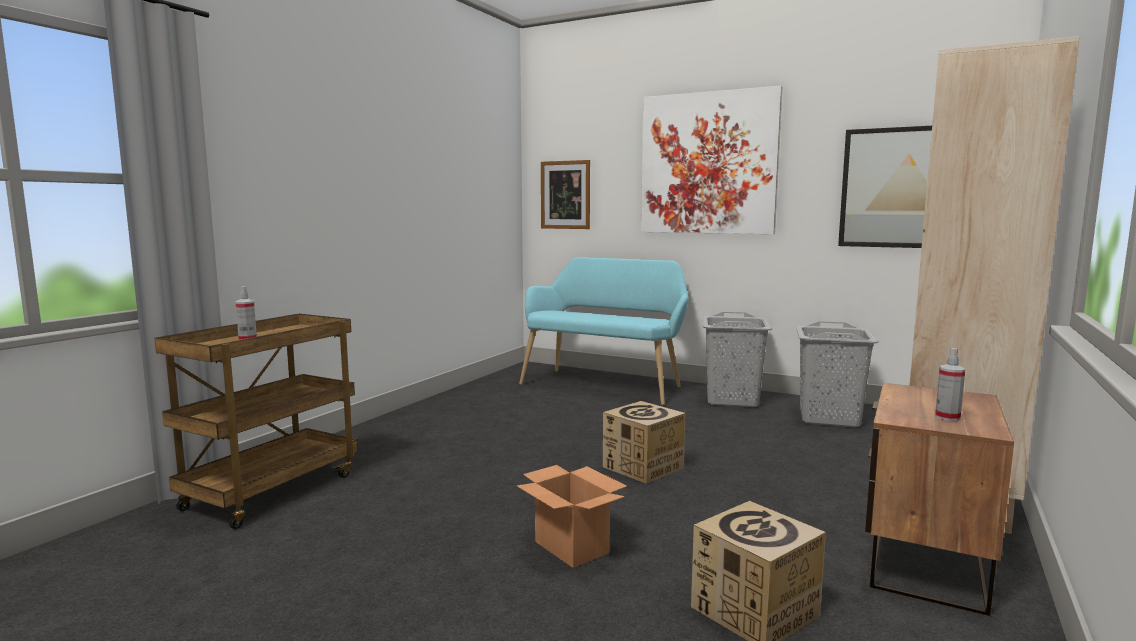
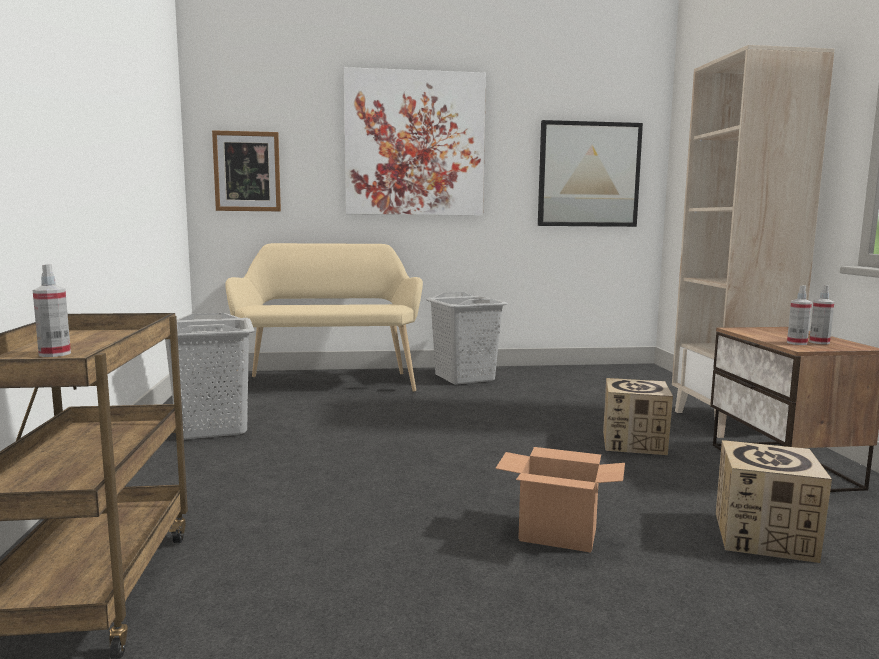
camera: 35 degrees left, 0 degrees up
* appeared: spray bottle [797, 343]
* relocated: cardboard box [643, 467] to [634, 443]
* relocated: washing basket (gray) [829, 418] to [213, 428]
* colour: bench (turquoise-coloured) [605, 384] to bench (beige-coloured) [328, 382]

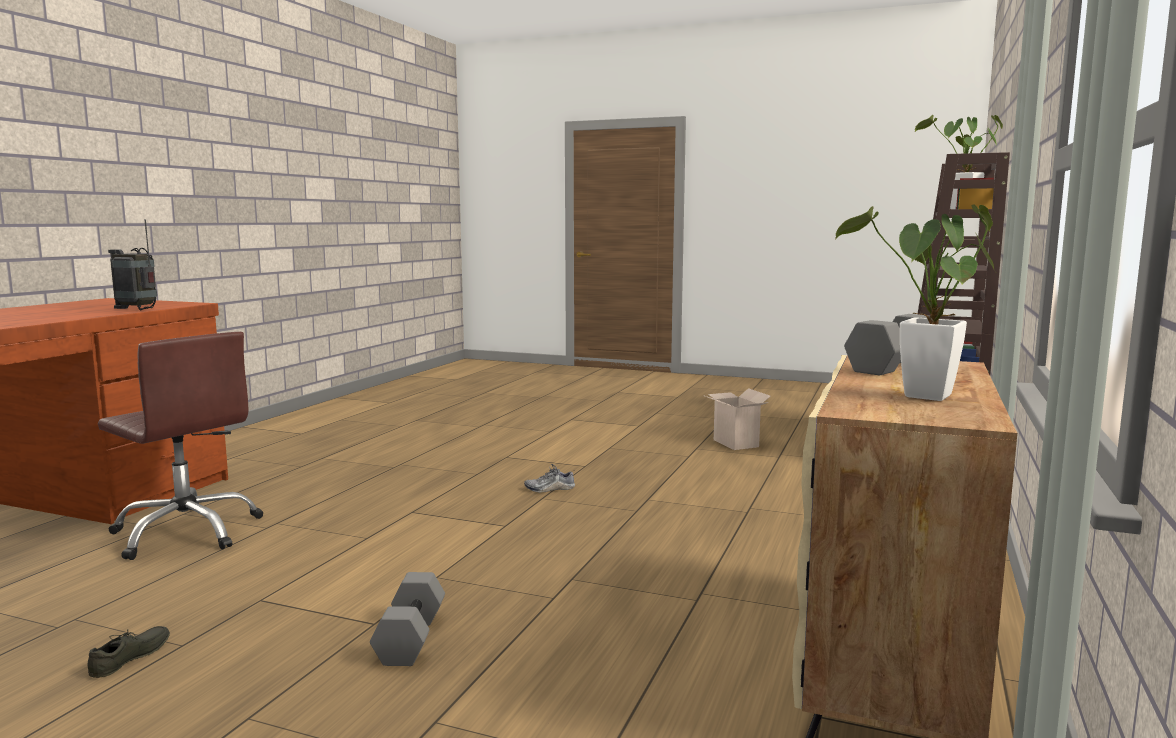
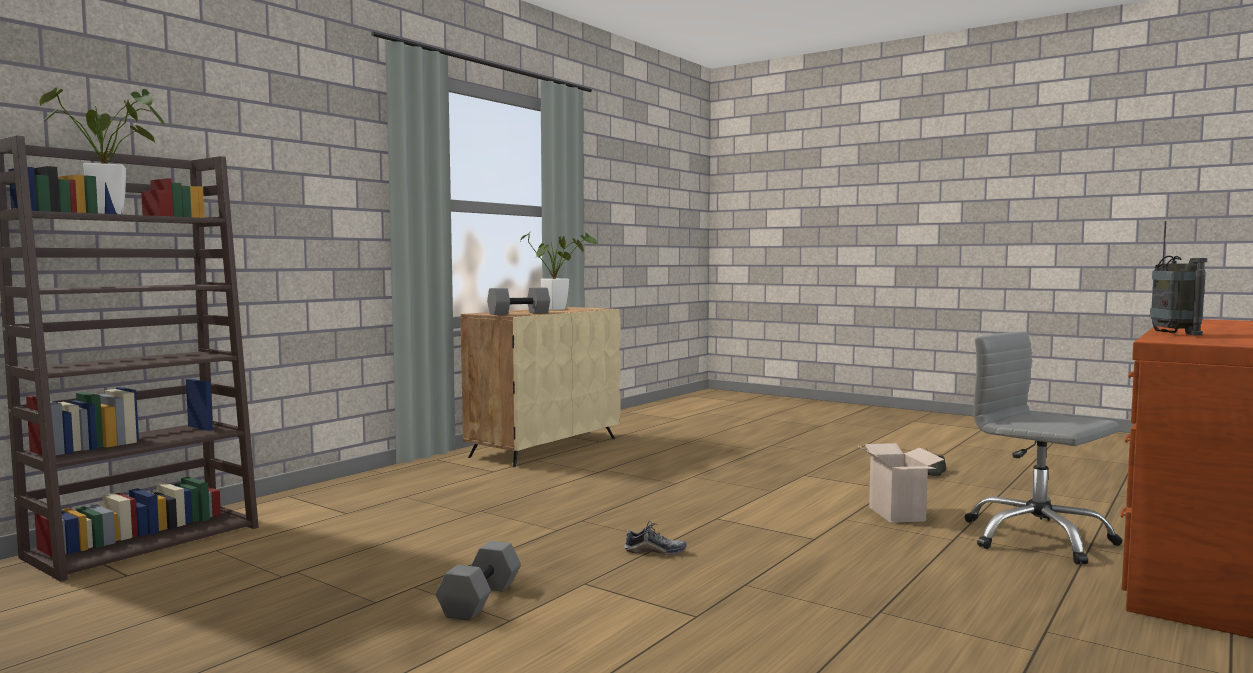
camera: 165 degrees left, 5 degrees down
* relocated: free weight (gray) [409, 638] to [481, 600]
* relocated: cardboard box [734, 443] to [899, 514]
* colour: desk chair (brown) [187, 532] to desk chair (gray) [1036, 538]
* spun: radio [137, 309] = [1174, 334] 60 degrees clockwise

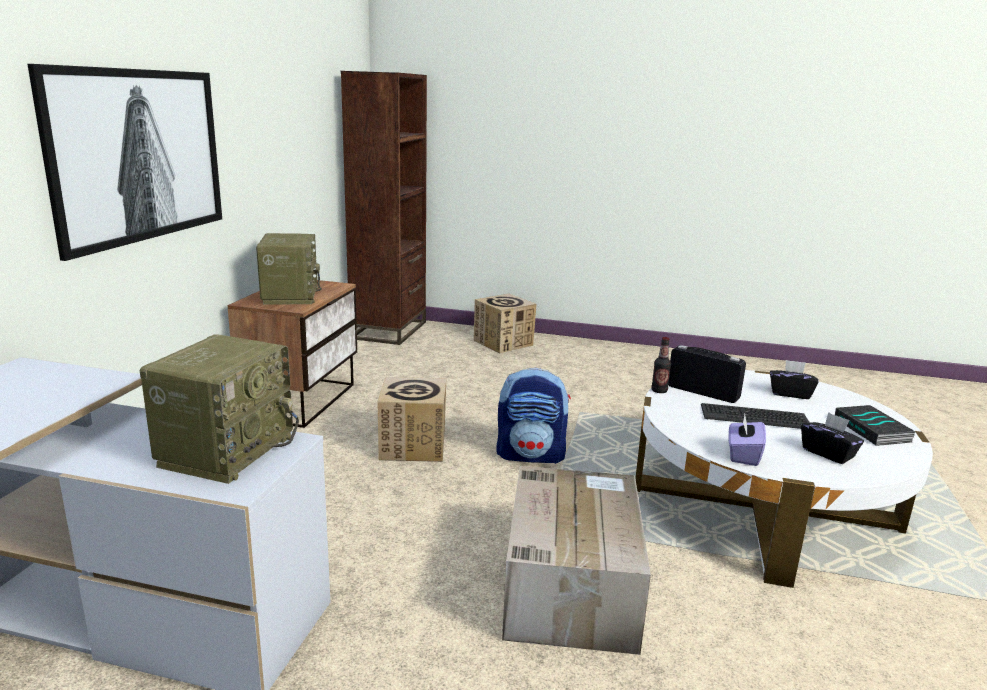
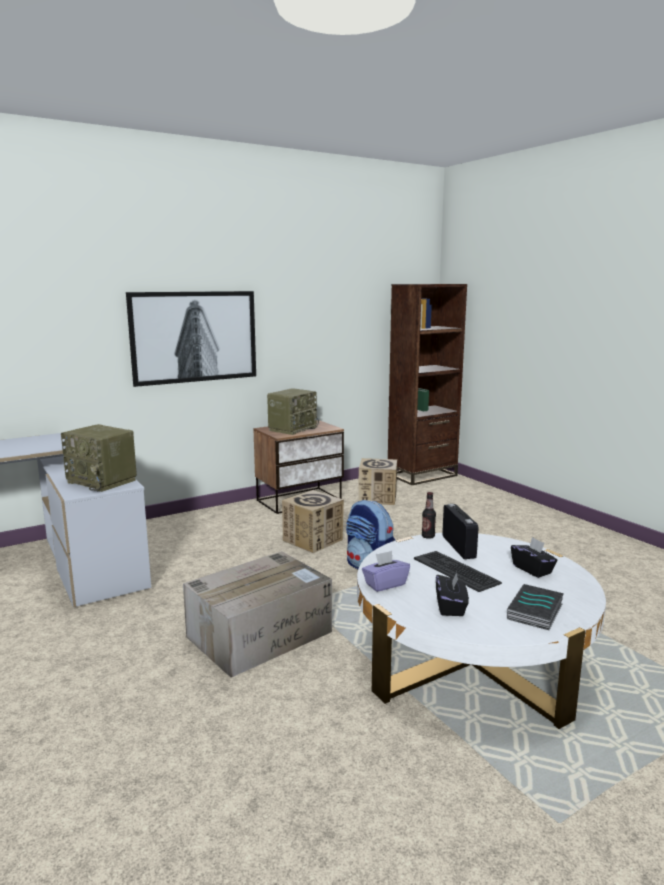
camera: 45 degrees right, 5 degrees down
* relocated: cardboard box [503, 343] to [377, 498]
* spun: radio [227, 450] = [103, 481] 60 degrees clockwise

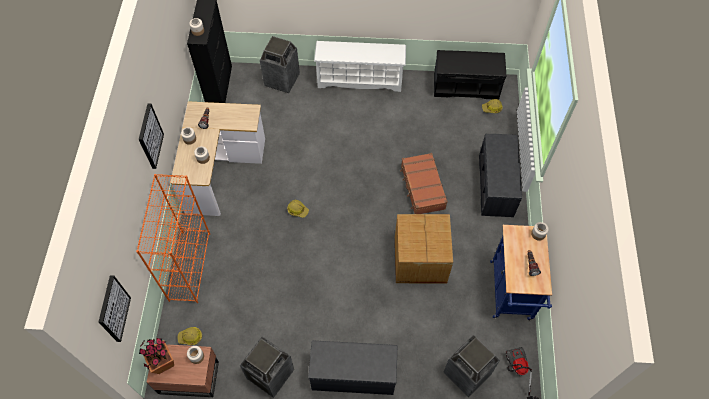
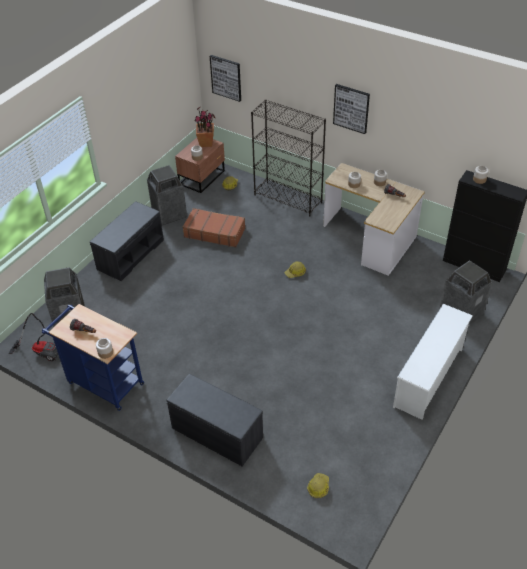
camera: 120 degrees right, 15 degrees down
* missing: cardboard box [419, 260]
* missing: bench (black-coloured) [466, 86]
* relocated: suitcase (brown) [422, 187] to [214, 232]
* colour: bookcase (orange) [189, 266] to bookcase (black-coloured) [288, 198]

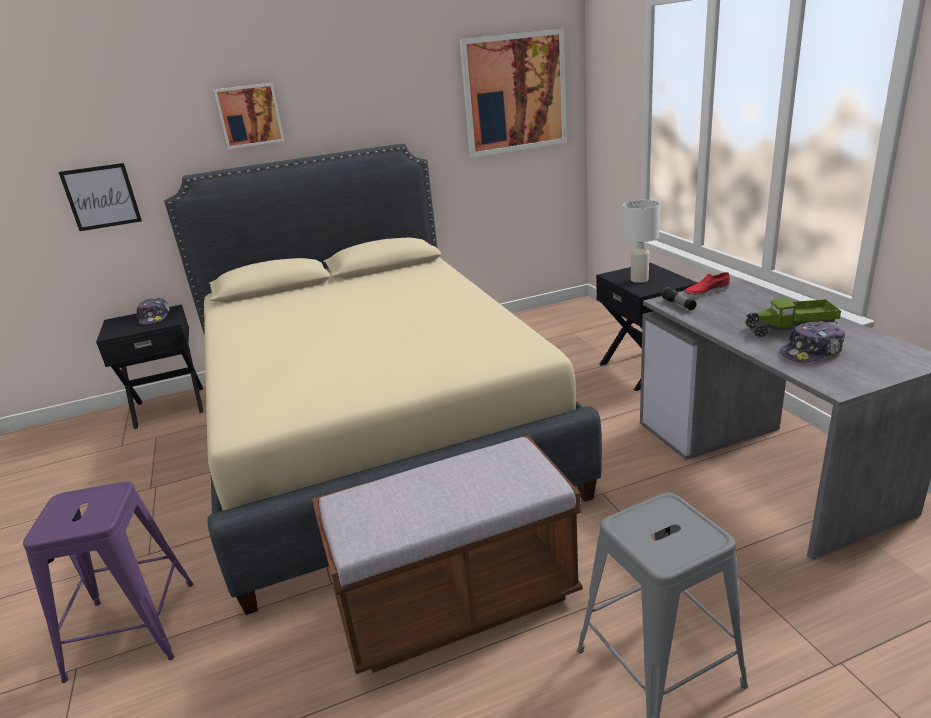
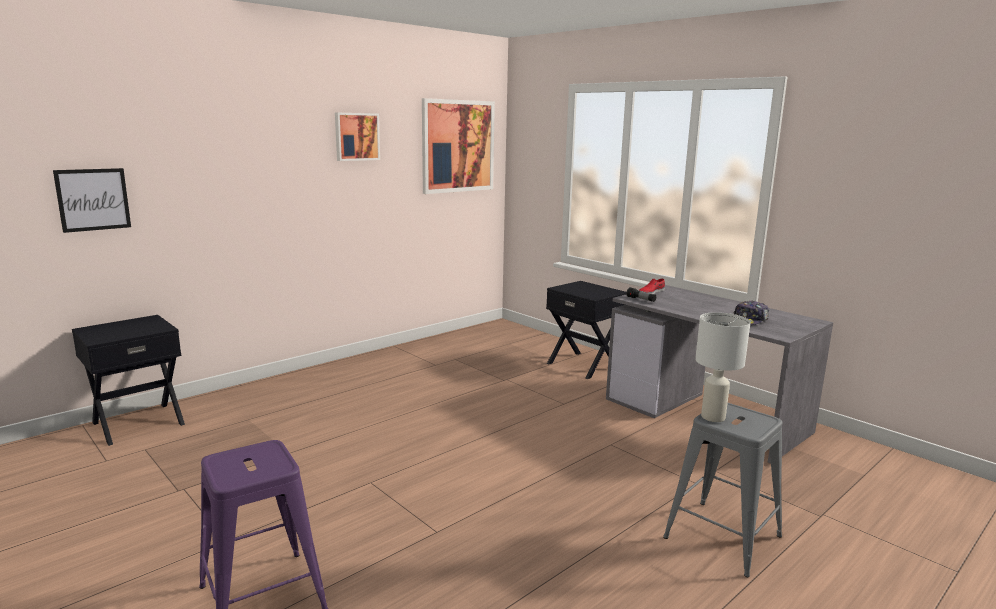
camera: 25 degrees left, 10 degrees down
* missing: peaked cap [155, 317]
* missing: bedroom bed (beige-coloured) [373, 429]
* missing: bench (brown) [456, 601]
* missing: toy lorry [790, 329]
* relocated: wall picture [249, 115] to [356, 136]
* relocated: lamp for a table (whitish) [639, 279] to [713, 417]

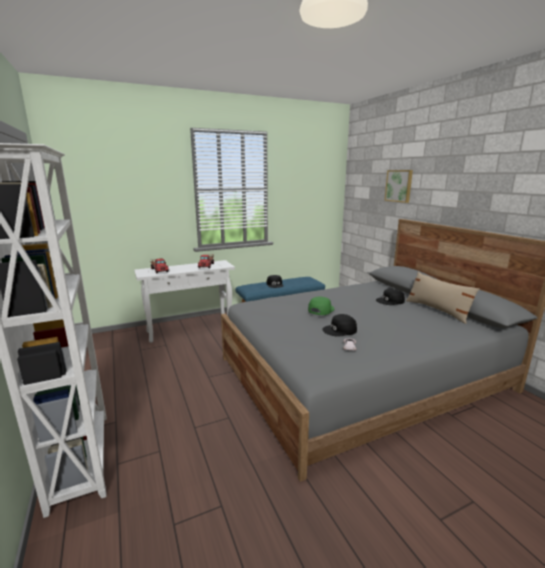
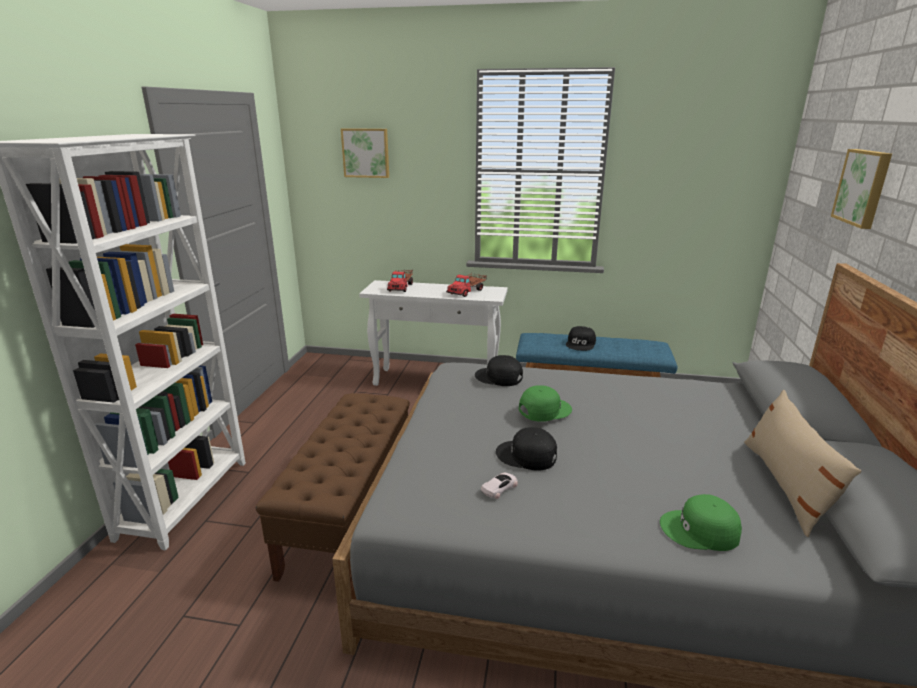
camera: 35 degrees right, 5 degrees up
* appeared: bench (brown) [350, 514]
* appeared: wall picture [366, 153]
* appeared: peaked cap (greenish) [700, 531]
* relocated: peaked cap (black-coloured) [390, 301] to [498, 377]

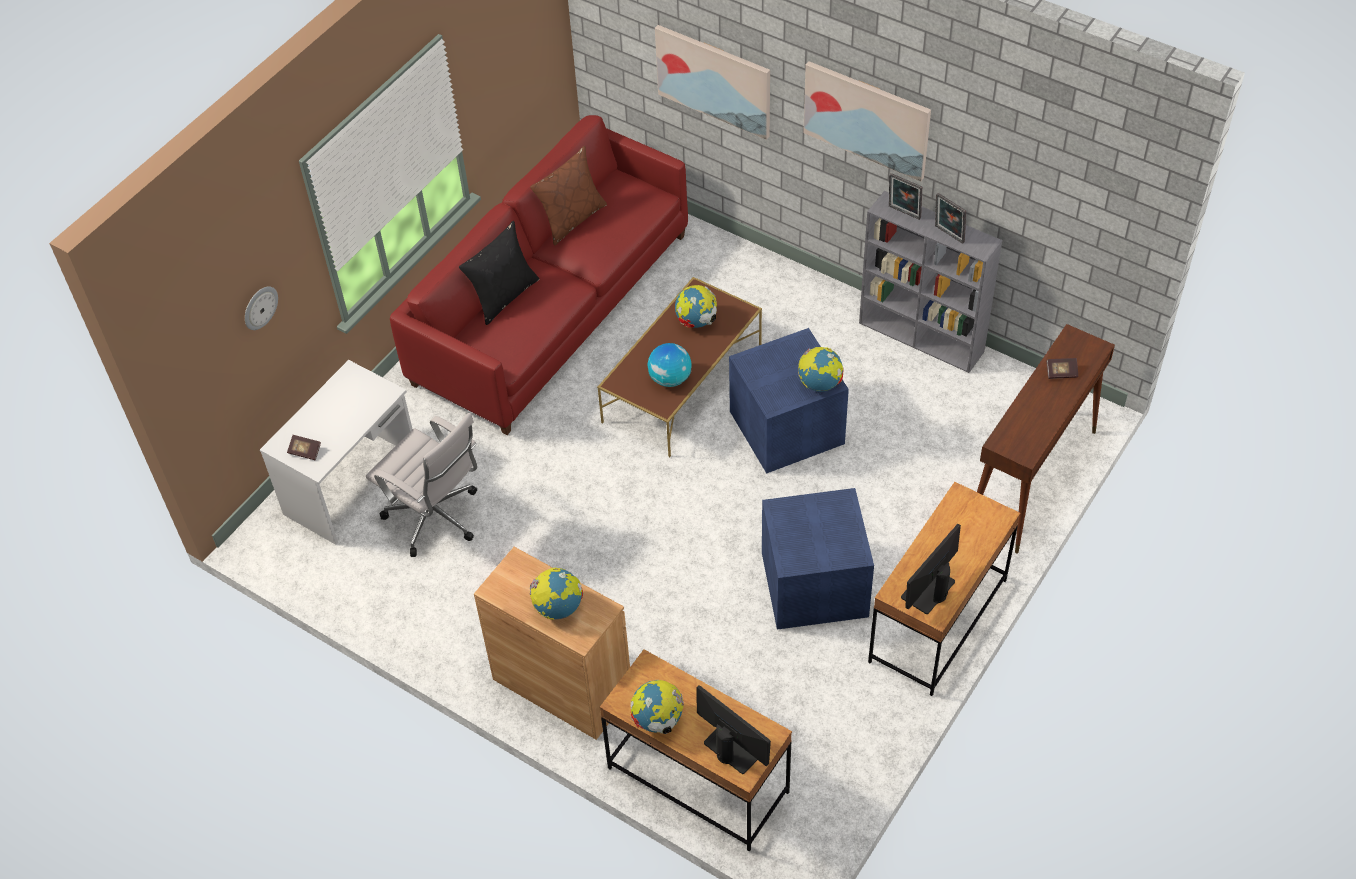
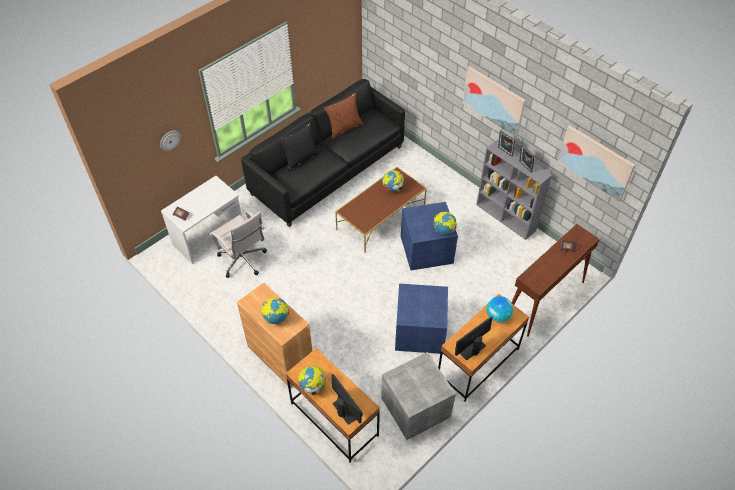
camera: 10 degrees right, 0 degrees up
* appeared: storage bin (gray) [415, 408]
* relocated: desk globe [670, 379] to [498, 316]
* relocated: wall picture [714, 80] to [595, 162]
* colour: sofa (red) [552, 308] to sofa (black-coloured) [328, 170]

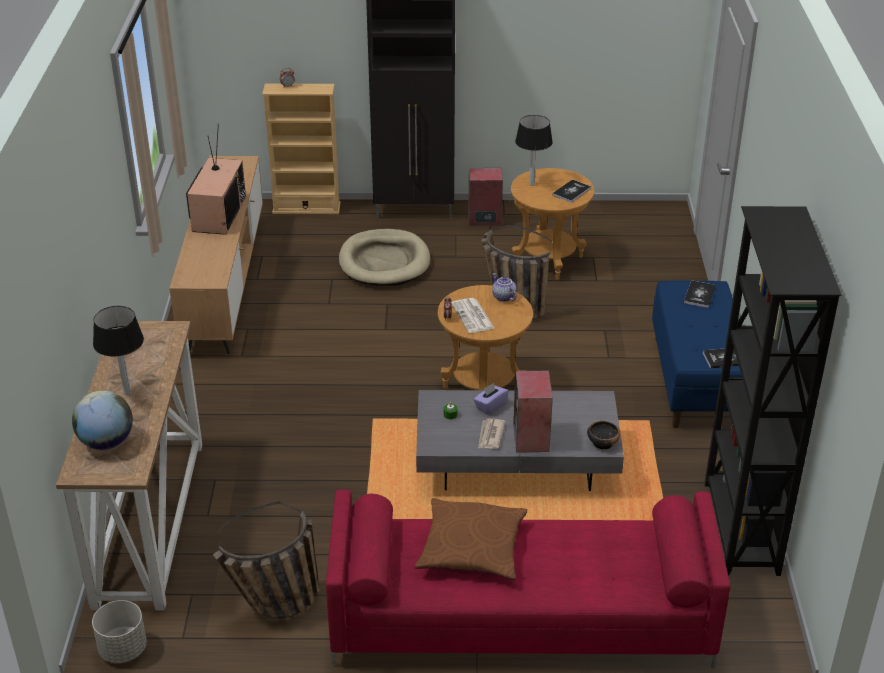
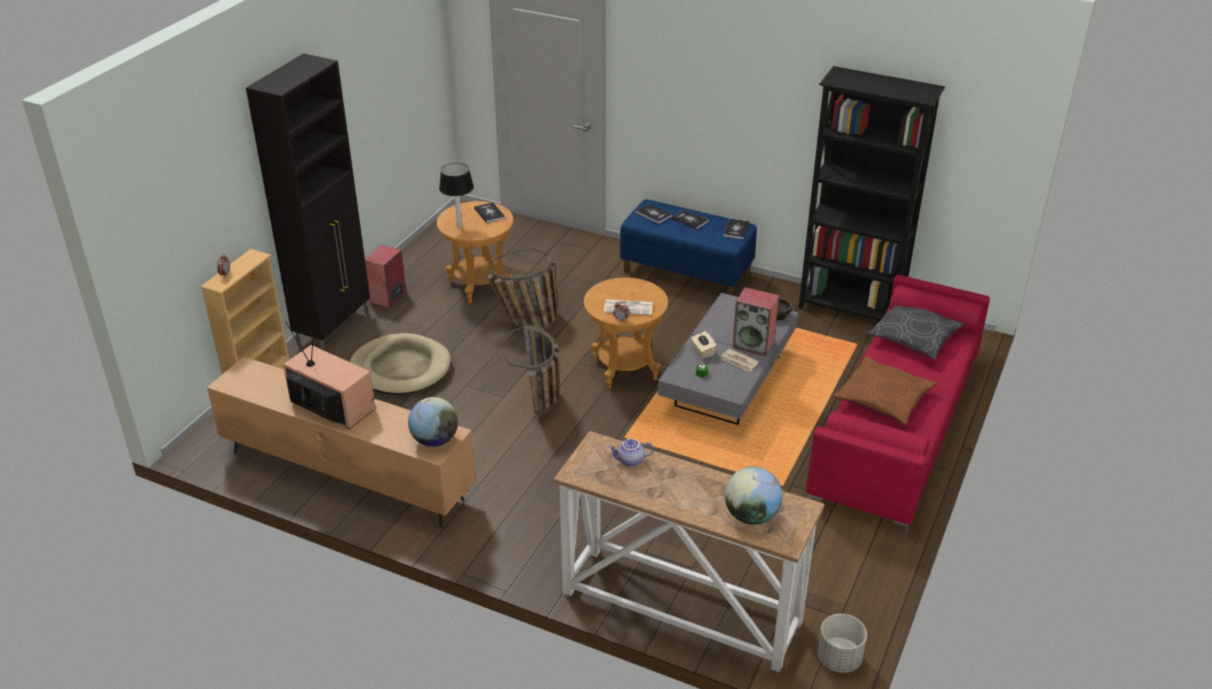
camera: 65 degrees left, 0 degrees up
* missing: lamp for a table [127, 392]
* appeared: desk globe [435, 440]
* appeared: volume [689, 220]
* appeared: cushion (gray) [914, 337]
* relocated: basket [273, 607] to [541, 404]
* relocated: teapot [503, 297] to [630, 461]
* colour: box of tissues (purplish) [490, 406] to box of tissues (beige-coloured) [703, 351]

